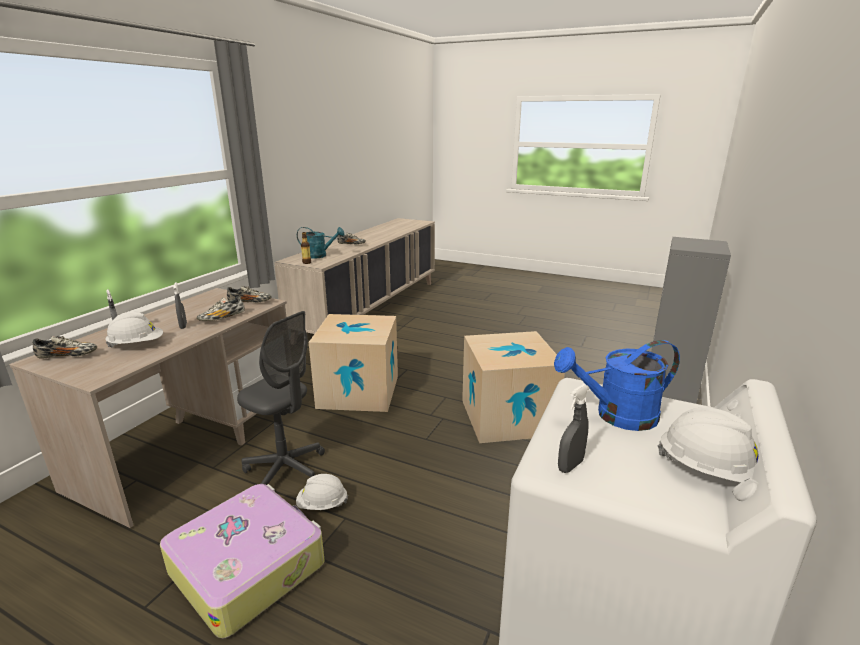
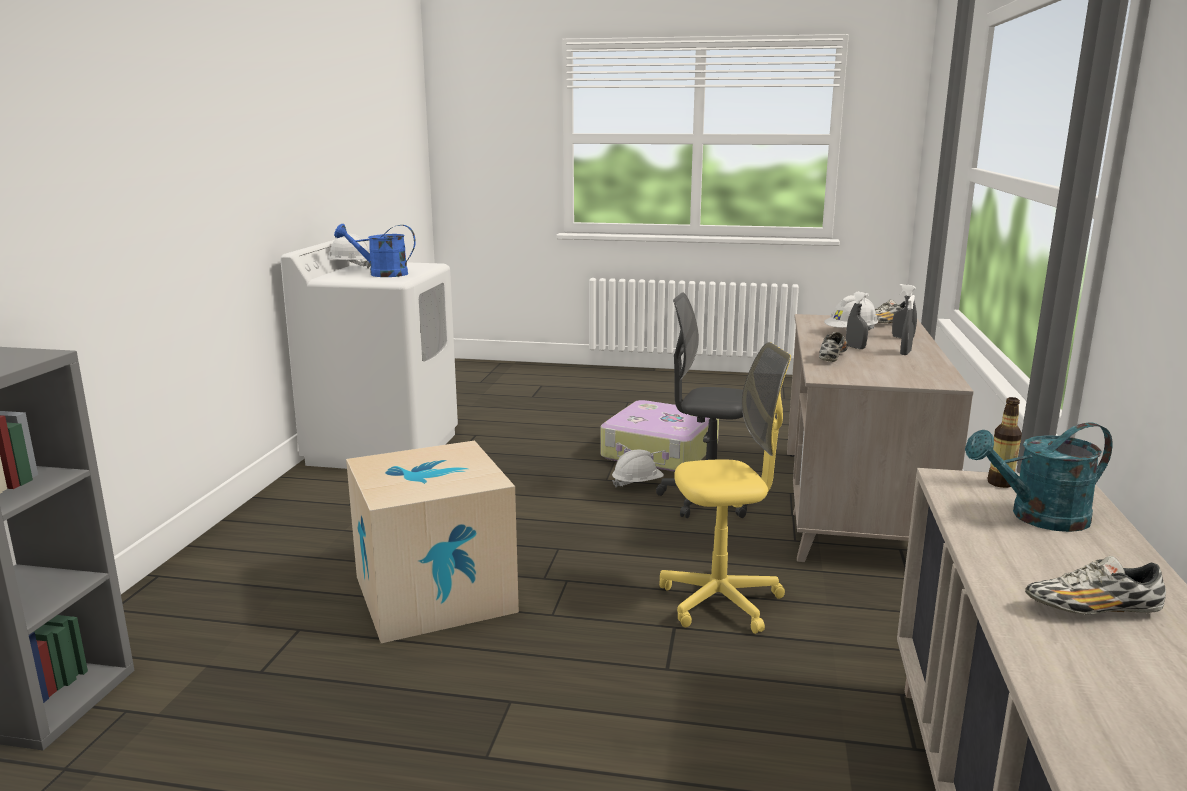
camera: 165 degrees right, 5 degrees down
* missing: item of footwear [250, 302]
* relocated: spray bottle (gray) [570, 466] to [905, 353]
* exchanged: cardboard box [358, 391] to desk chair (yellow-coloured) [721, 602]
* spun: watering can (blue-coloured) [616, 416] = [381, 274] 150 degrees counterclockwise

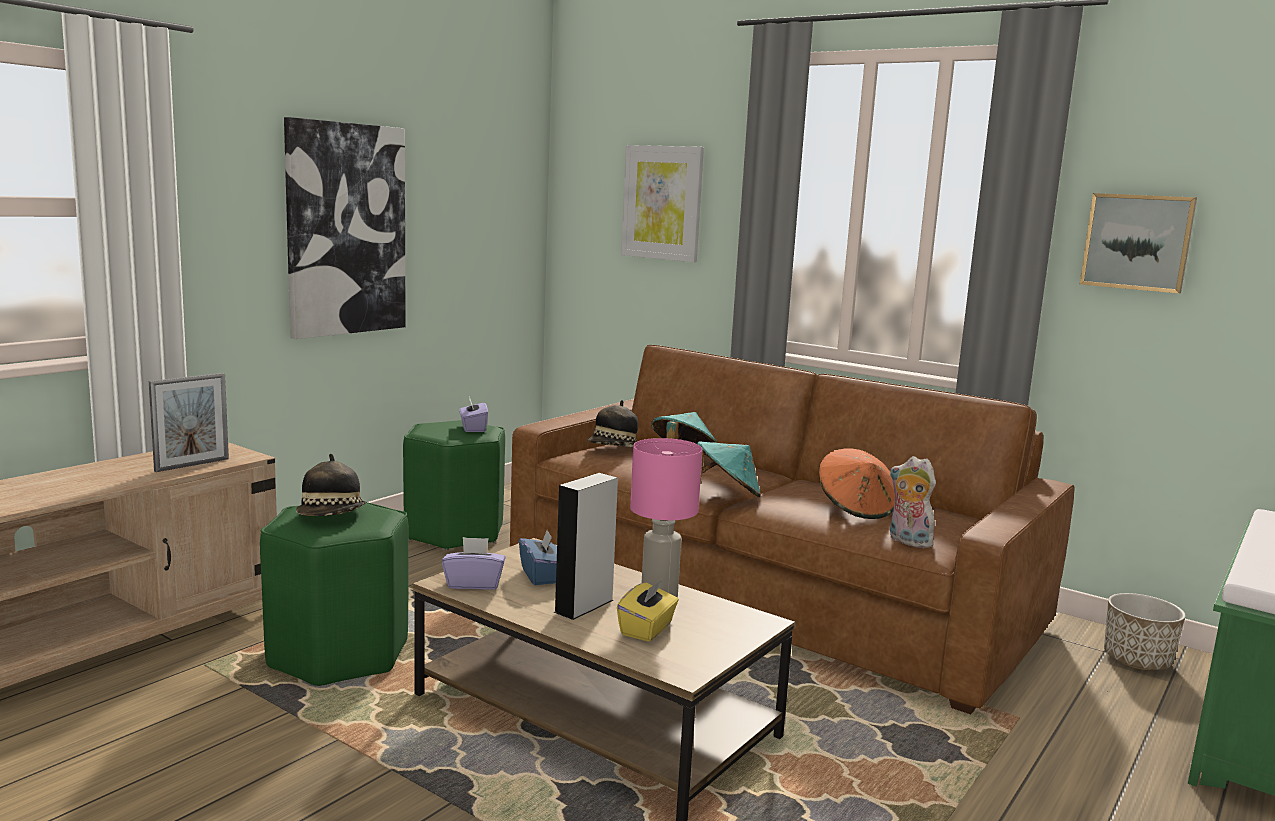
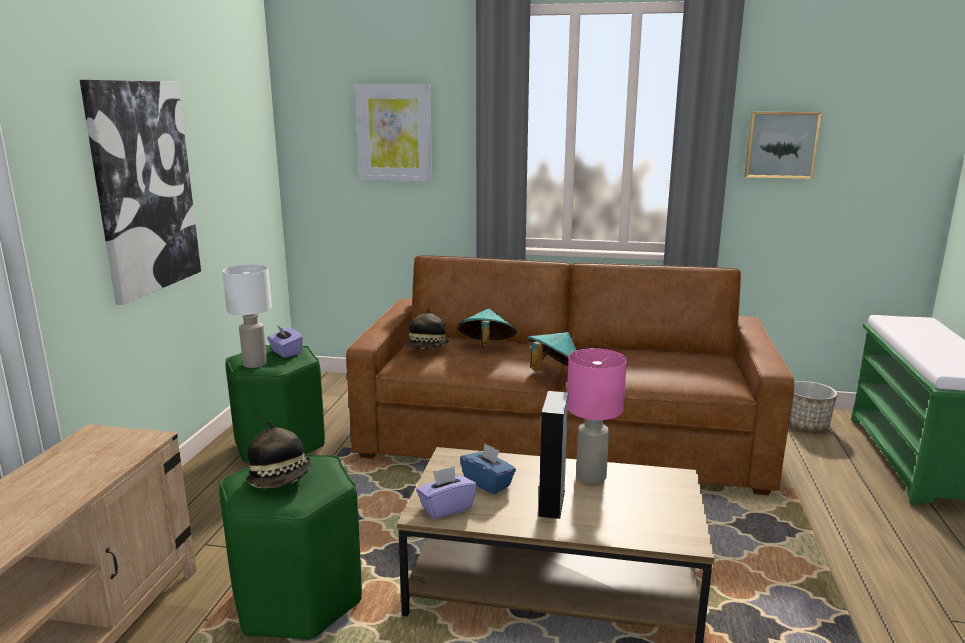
camera: 25 degrees left, 5 degrees up
* missing: photo frame [192, 465]
* missing: box of tissues (yellow-coloured) [647, 629]
* missing: hat (orange) [856, 508]
* missing: plush toy [907, 541]
* appeared: lamp for a table (whitish) [254, 364]

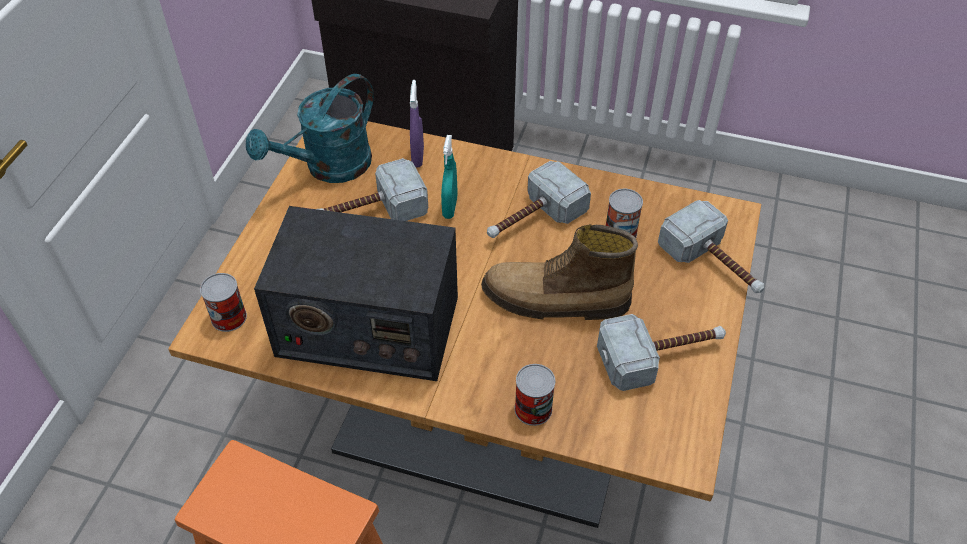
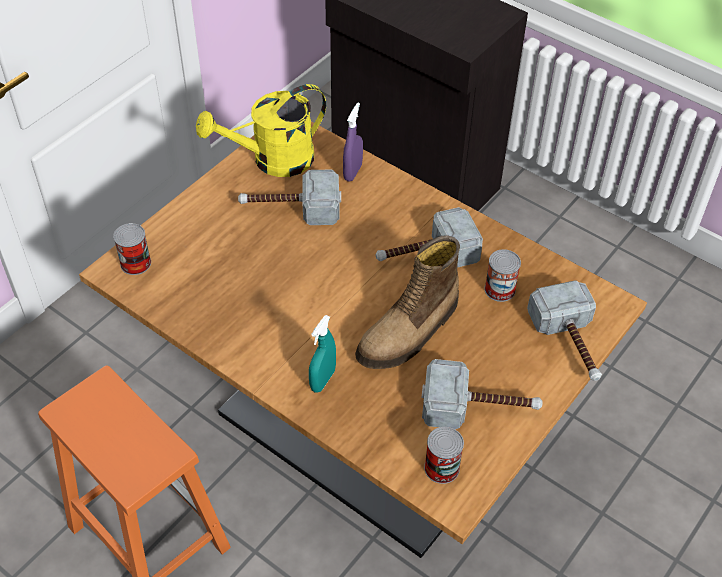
camera: 20 degrees right, 0 degrees up
* missing: radio [366, 326]
* relocated: spray bottle (turquoise-coloured) [450, 208] to [322, 380]
* relocated: metal can [533, 409] to [442, 468]
* colour: watering can (turquoise-coloured) [329, 168] to watering can (yellow-coloured) [272, 161]
* spun: boot [555, 301] = [410, 332] 75 degrees counterclockwise

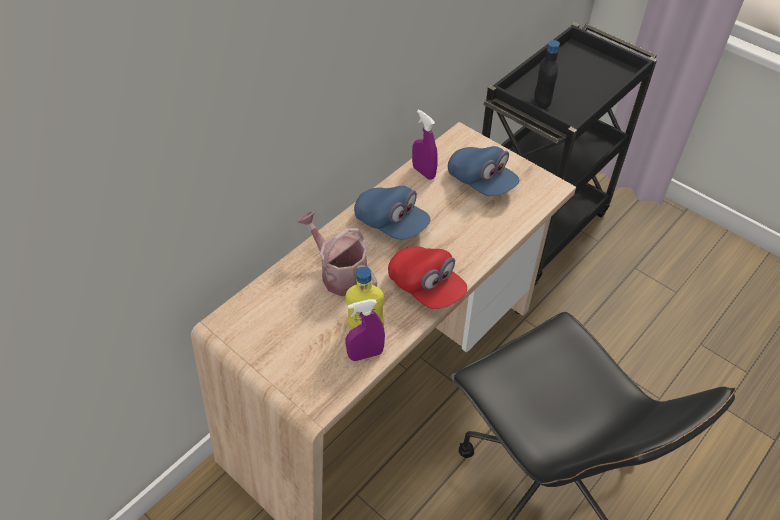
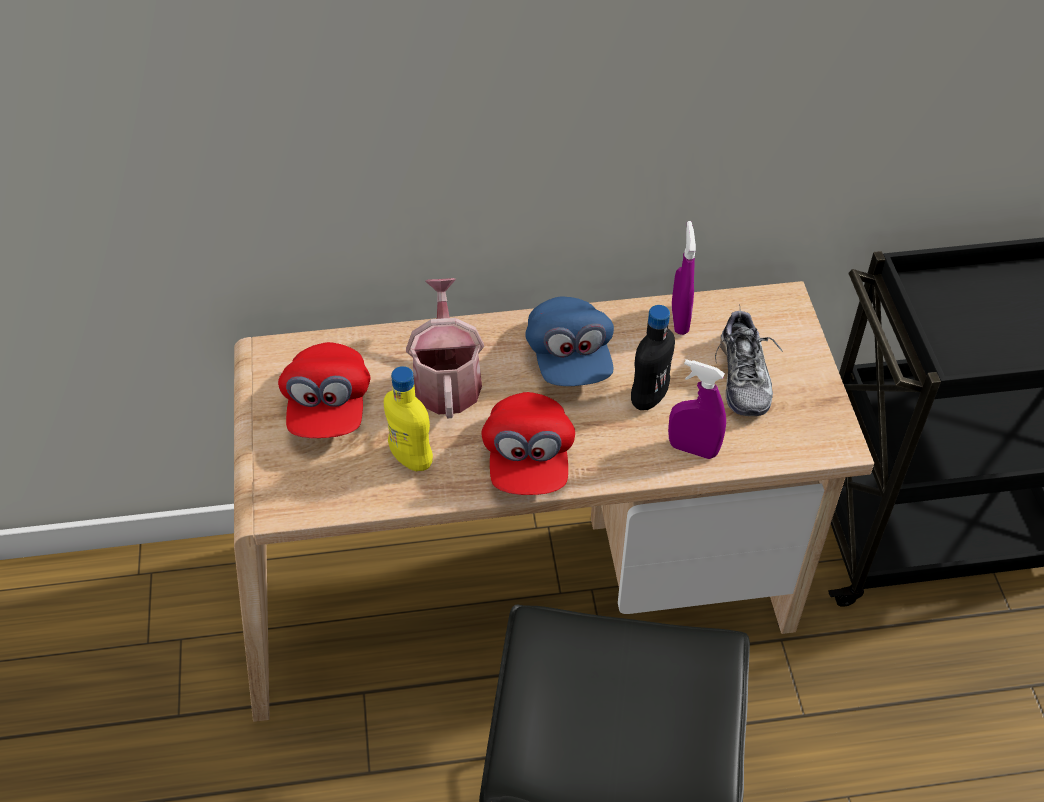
camera: 40 degrees right, 0 degrees up
* appeared: peaked cap (red) [328, 408]
* relocated: spray bottle (purplish) [365, 354] to [692, 449]
* relocated: bottle (black-coloured) [542, 102] to [649, 398]
* exchanged: peaked cap (blue-coloured) [481, 182] to item of footwear [743, 377]

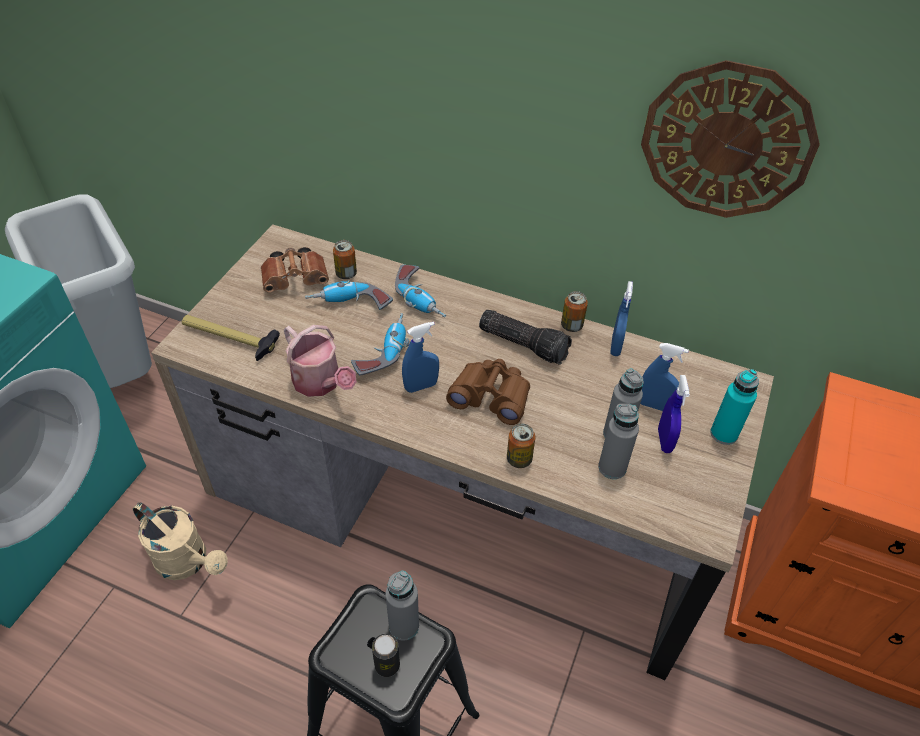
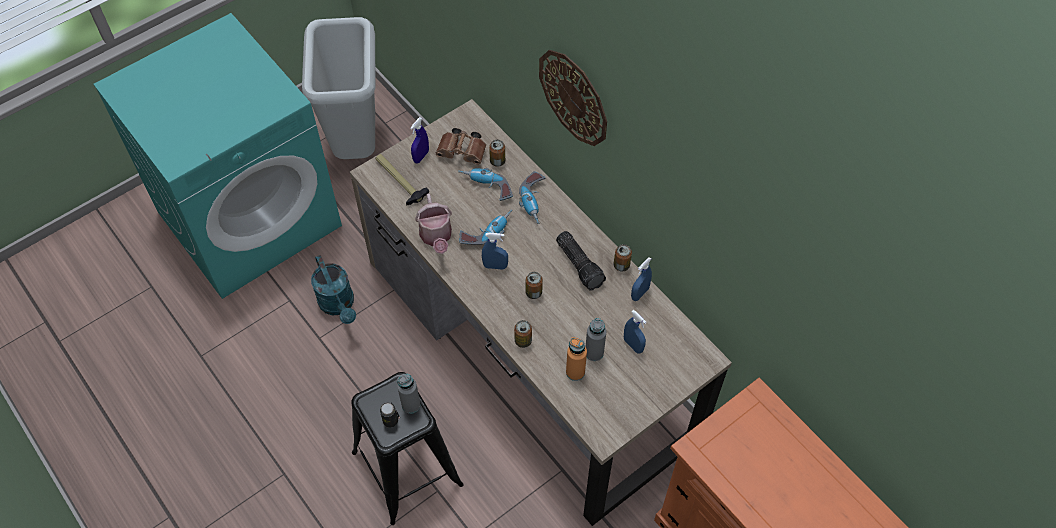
camera: 30 degrees right, 10 degrees up
* missing: bottle (turquoise-coloured) [723, 434]
* relocated: clock on the wall [727, 142] to [574, 97]
* relocated: spray bottle (blue-coloured) [664, 441] to [421, 156]
* exchanged: binoculars (brown) [491, 396] to metal can [533, 292]
* colour: watering can (beige-coloured) [188, 562] to watering can (turquoise-coloured) [339, 305]
* colour: bottle (gray) [612, 467] to bottle (orange) [575, 372]

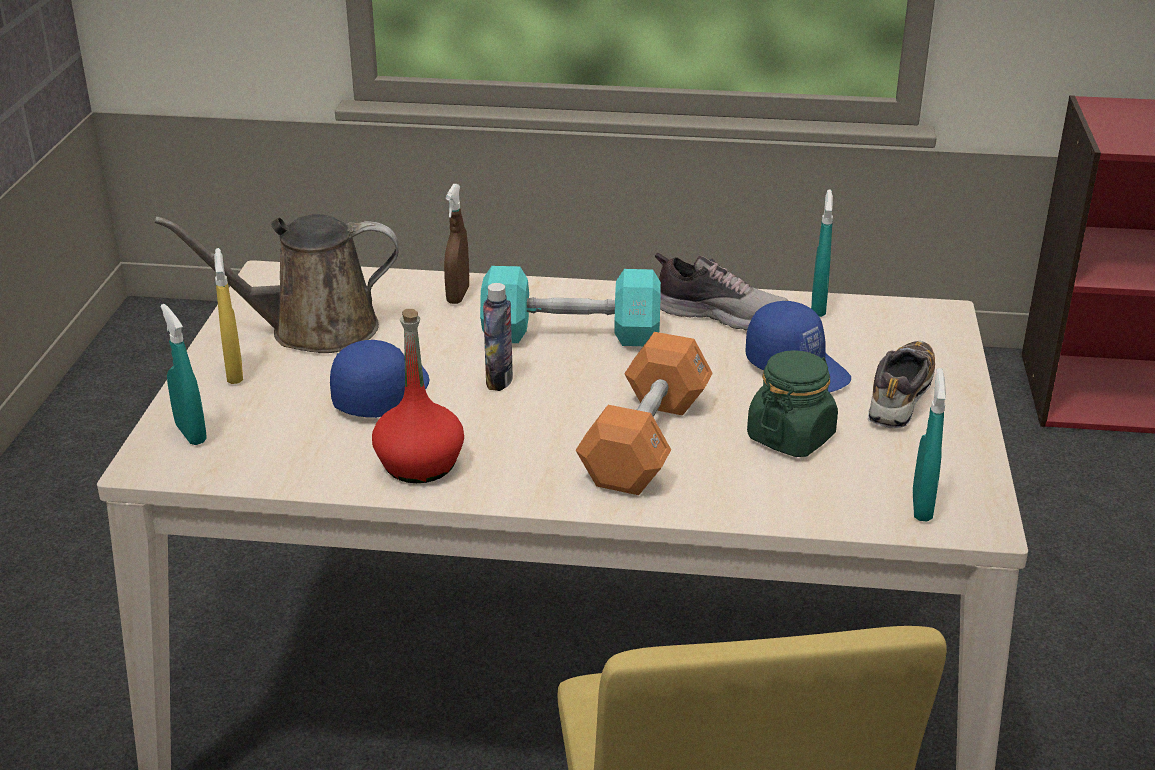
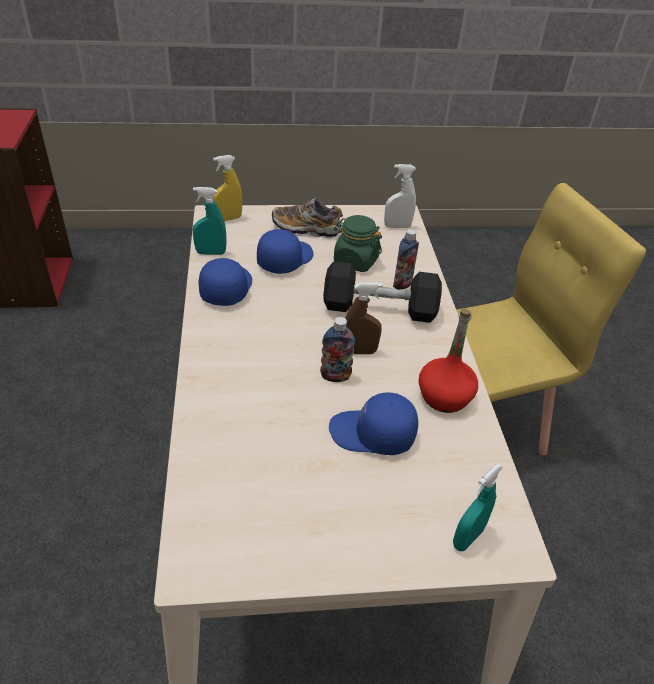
camera: 105 degrees left, 10 degrees up
* missing: watering can (brown) [312, 330]
* missing: free weight (turquoise-coloured) [571, 334]
* appeared: bottle [402, 284]
* relocated: spray bottle (yellow-coloured) [234, 373] to [228, 219]
* relocated: spray bottle (brown) [458, 295] to [359, 351]
* exchanged: item of footwear [720, 314] to peaked cap (blue-coloured) [226, 288]
* colour: free weight (orange) [645, 441] to free weight (black-coloured) [379, 308]
* colour: spray bottle (turquoise-coloured) [922, 506] to spray bottle (whitish) [397, 226]

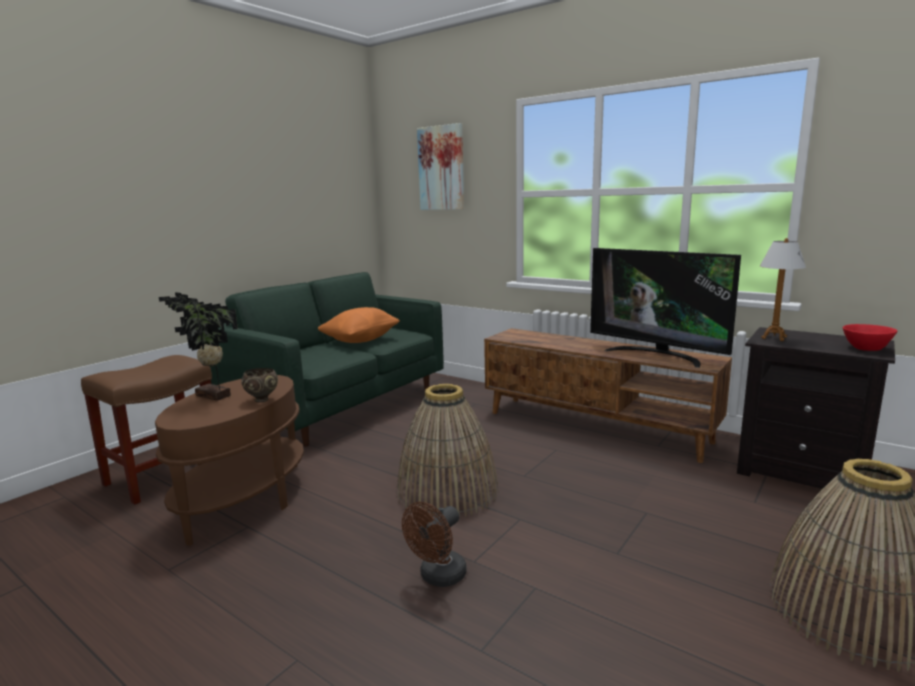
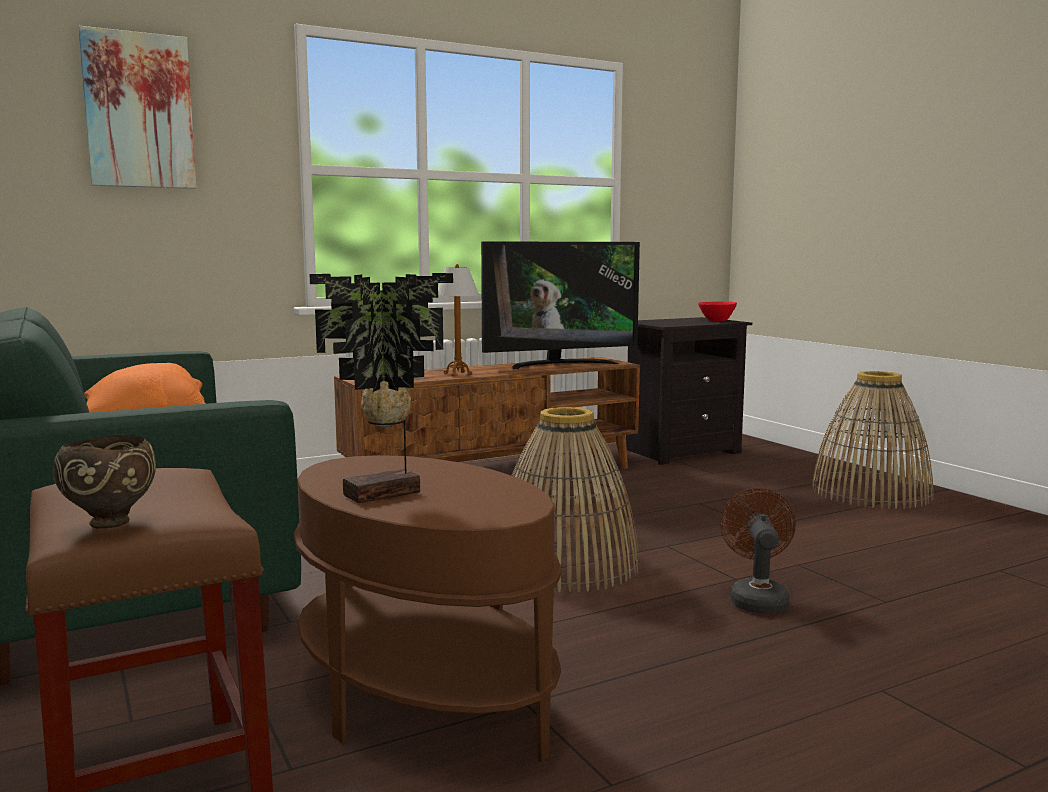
camera: 65 degrees left, 5 degrees down
* relocated: bowl (brown) [262, 400] to [110, 522]
* relocated: lamp for a table [773, 338] to [457, 374]
* spun: electric fan (brown) [438, 577] = [757, 599] 150 degrees counterclockwise

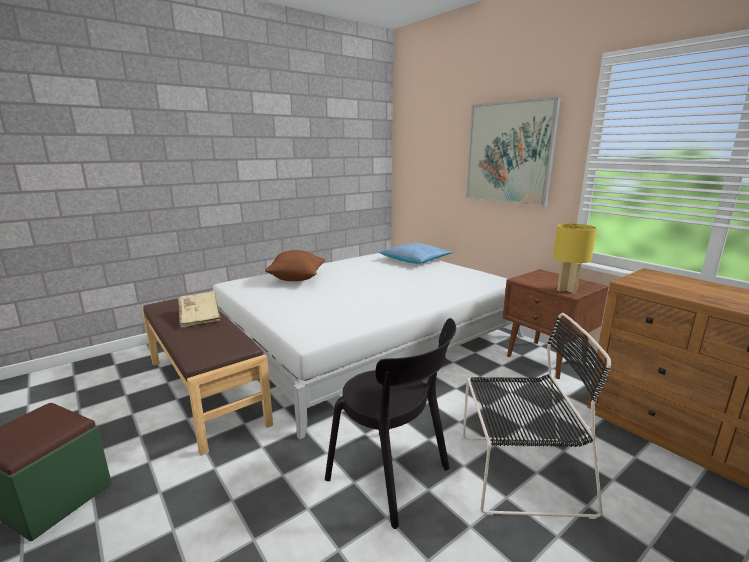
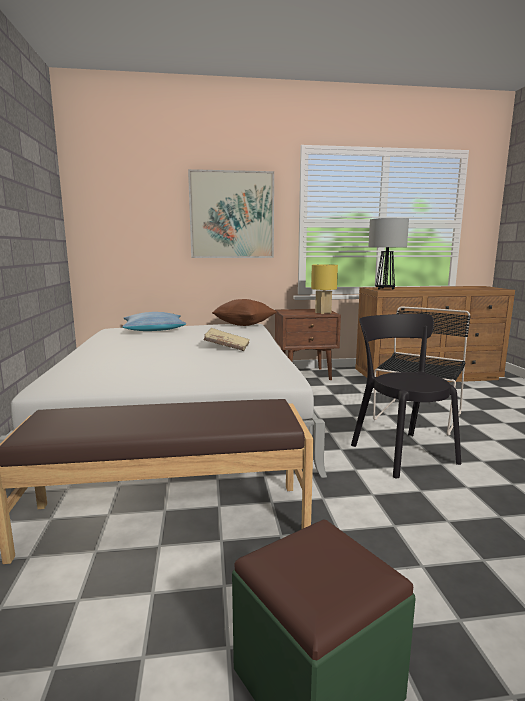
camera: 60 degrees left, 5 degrees down
* appeared: lamp for a table [384, 289]
* relocated: volume (beige-coloured) [200, 317] to [227, 347]
* relocated: cushion (brown) [297, 279] to [244, 325]
* spun: chair (black-coloured) [392, 476] = [400, 452] 90 degrees counterclockwise

